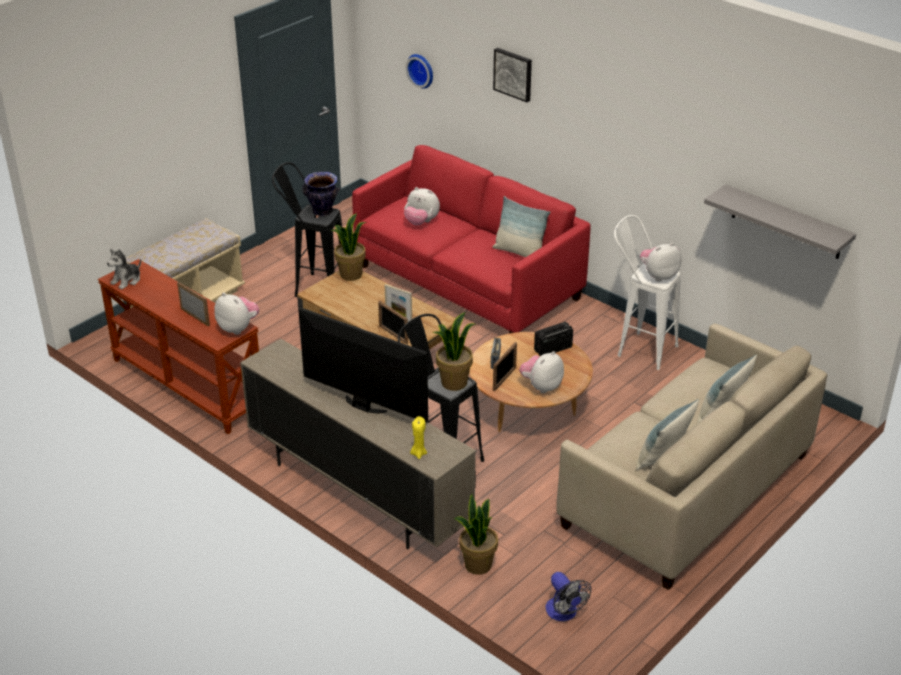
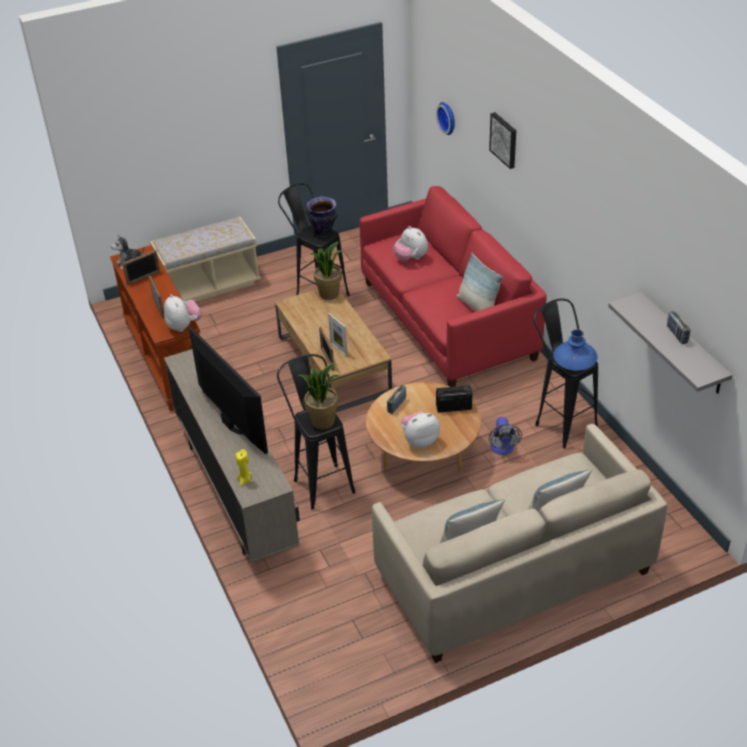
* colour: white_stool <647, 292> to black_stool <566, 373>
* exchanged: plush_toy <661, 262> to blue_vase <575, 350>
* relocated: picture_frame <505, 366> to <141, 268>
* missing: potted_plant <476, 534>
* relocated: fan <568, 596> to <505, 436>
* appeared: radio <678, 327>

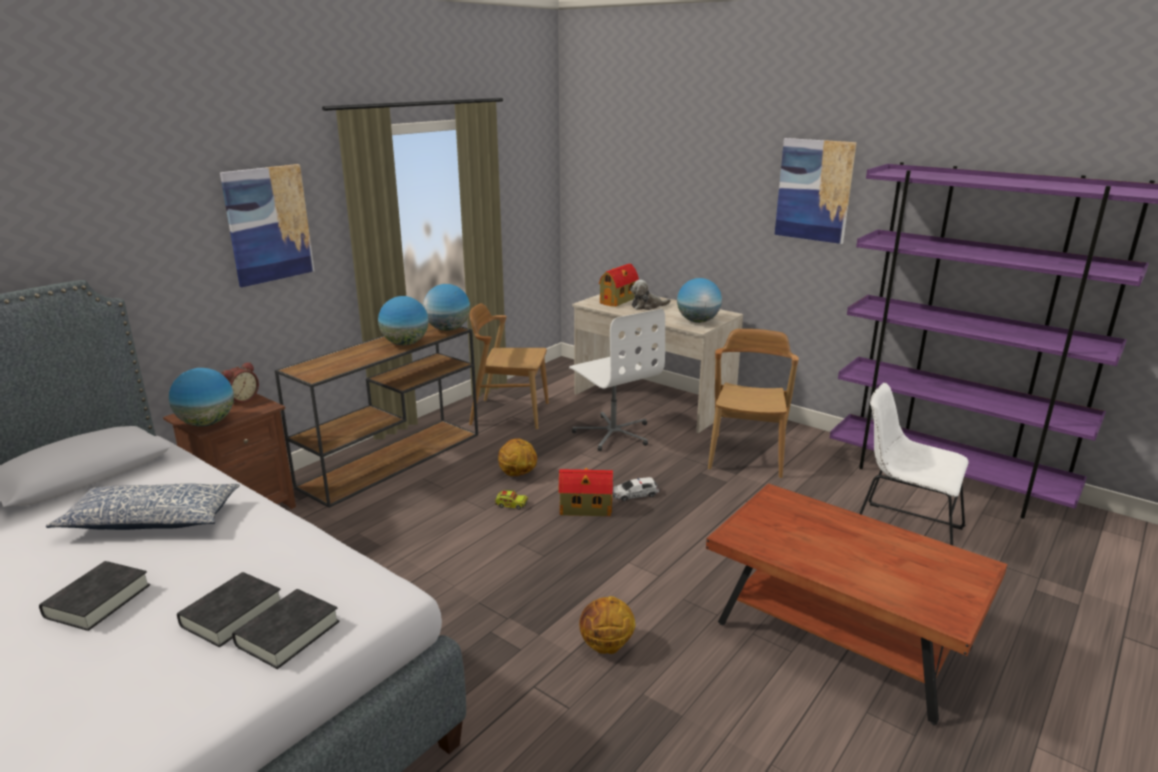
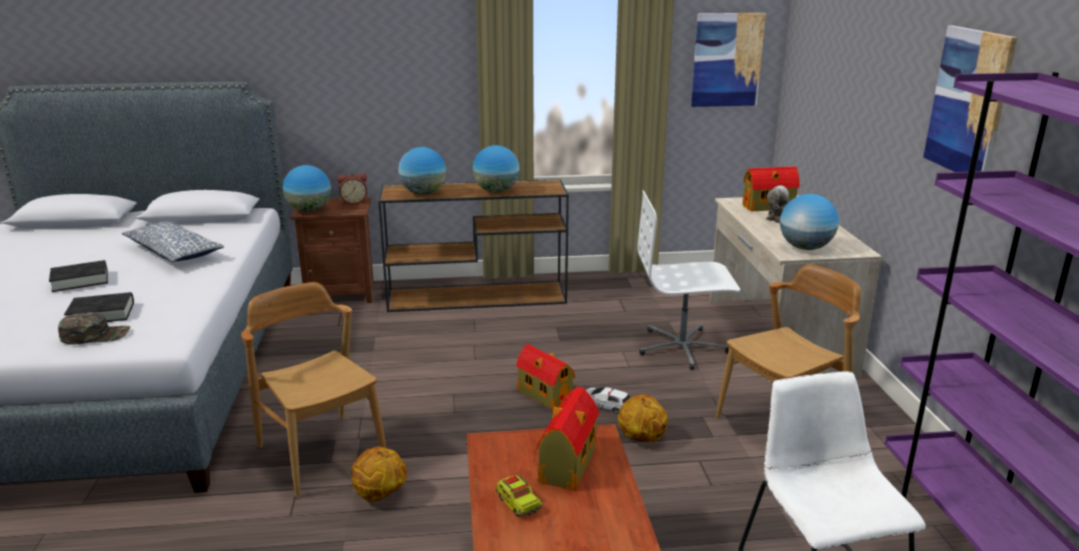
* relocated: picture <267, 225> to <728, 60>
* relocated: globe <446, 307> to <422, 171>
* relocated: brown_chair <509, 366> to <313, 390>
* spun: white_office_chair <617, 380> = <688, 280> 75 degrees clockwise
* relocated: basketball <517, 457> to <643, 418>
* relocated: toy_truck <511, 500> to <519, 495>
* exchanged: black_book <285, 629> to green_cap <94, 328>
* appeared: toy_house <567, 438>

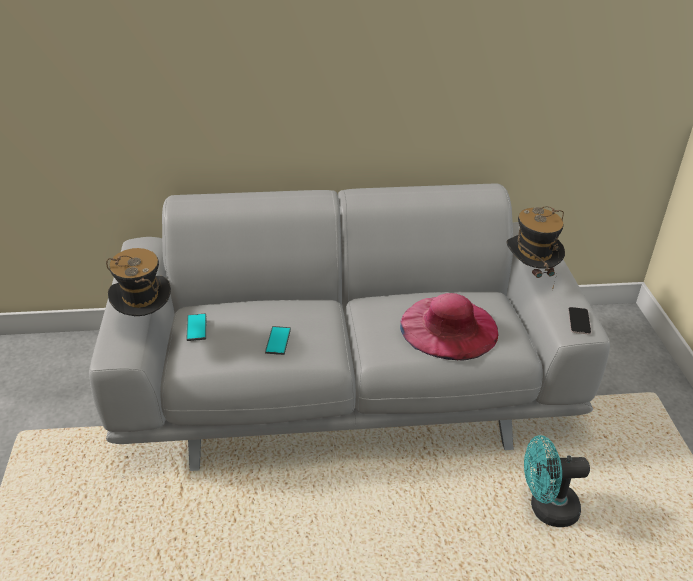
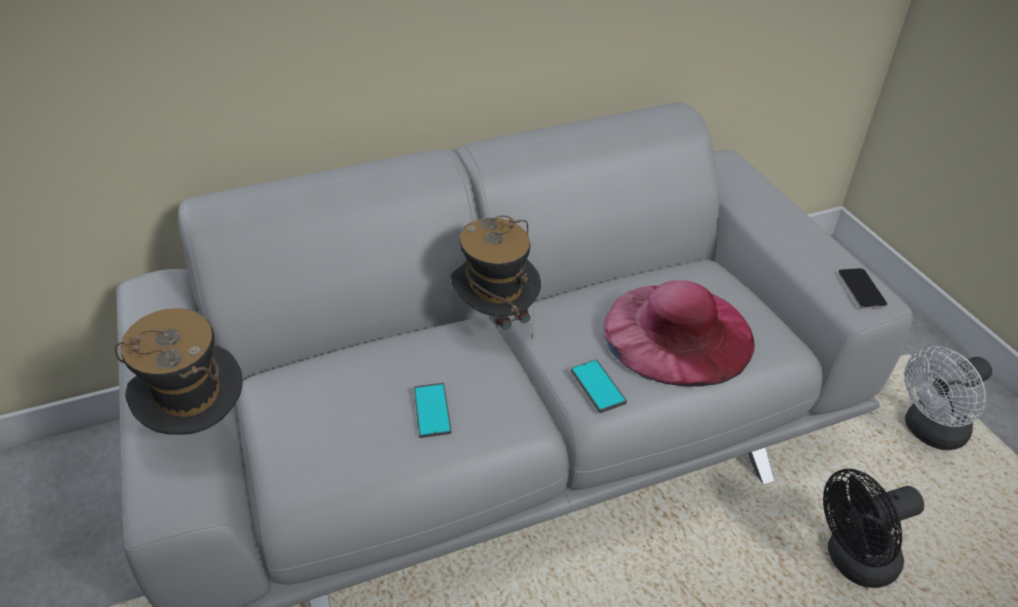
* relocated: hat <535, 248> to <495, 277>
* relocated: phone <197, 327> to <599, 386>
* colour: turquoise_fan <557, 481> to black_fan <873, 528>
* appeared: white_fan <948, 398>

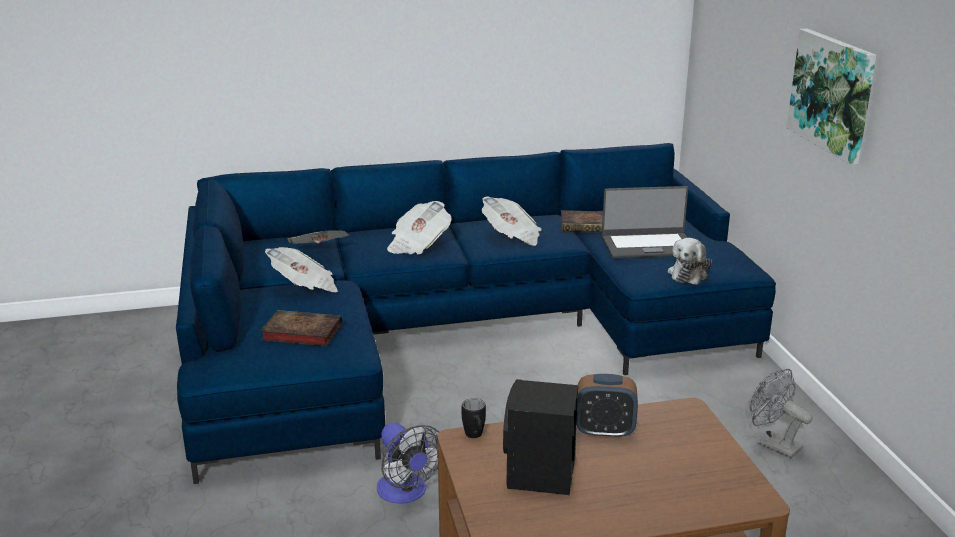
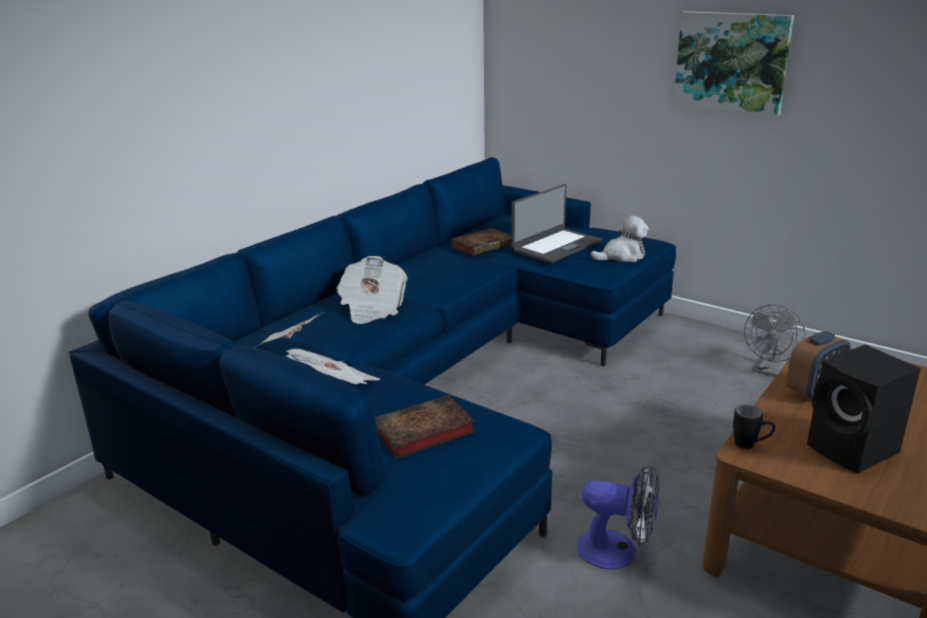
* missing: newspaper <511, 221>
* spun: plush_toy <690, 261> = <620, 239> 90 degrees counterclockwise
* spun: grey_fan <781, 414> = <774, 340> 60 degrees counterclockwise

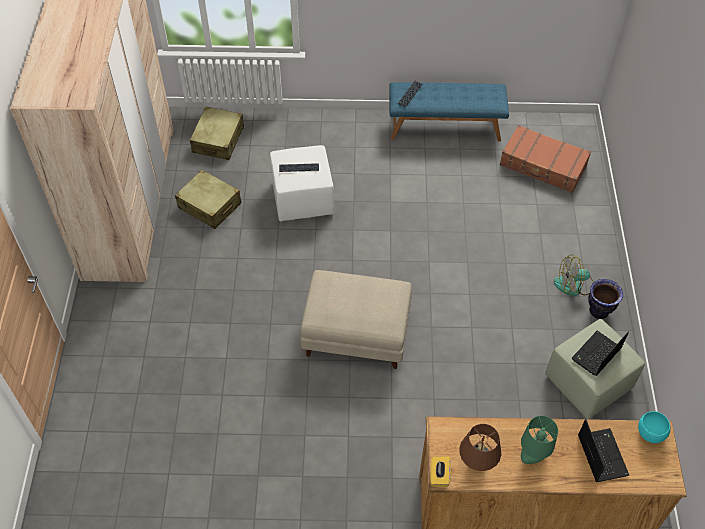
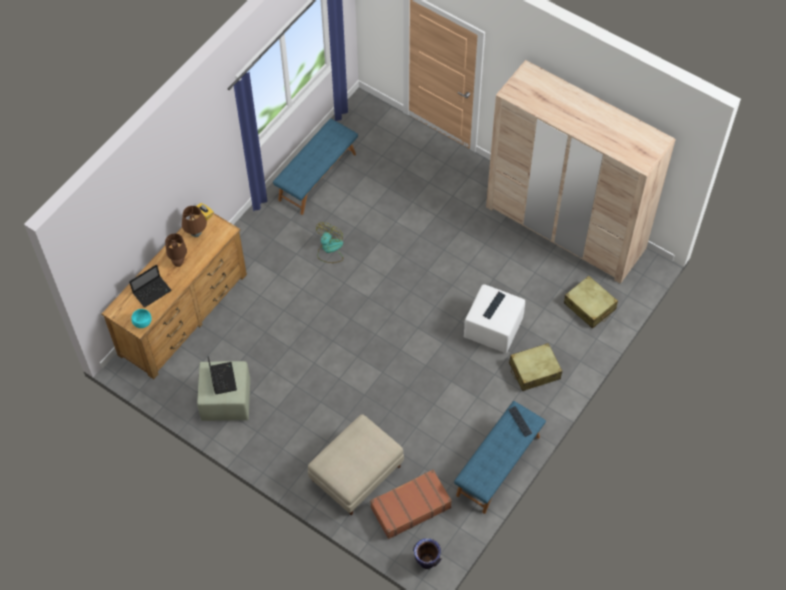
* relocated: beige_suitcase <208, 199> to <535, 367>
* relocated: fan <574, 275> to <329, 242>
* relocated: beige_ottoman <356, 319> to <356, 464>
* relocated: vase <605, 299> to <427, 553>
* colour: green_table_lamp <539, 440> to brown_table_lamp <176, 250>
* spun: laptop <603, 450> = <150, 286> 60 degrees counterclockwise
* appeared: blue_bench <315, 167>

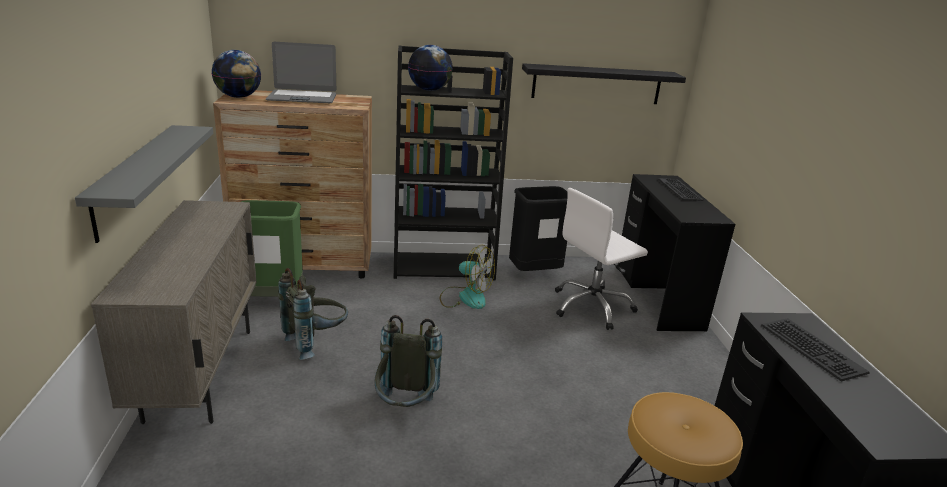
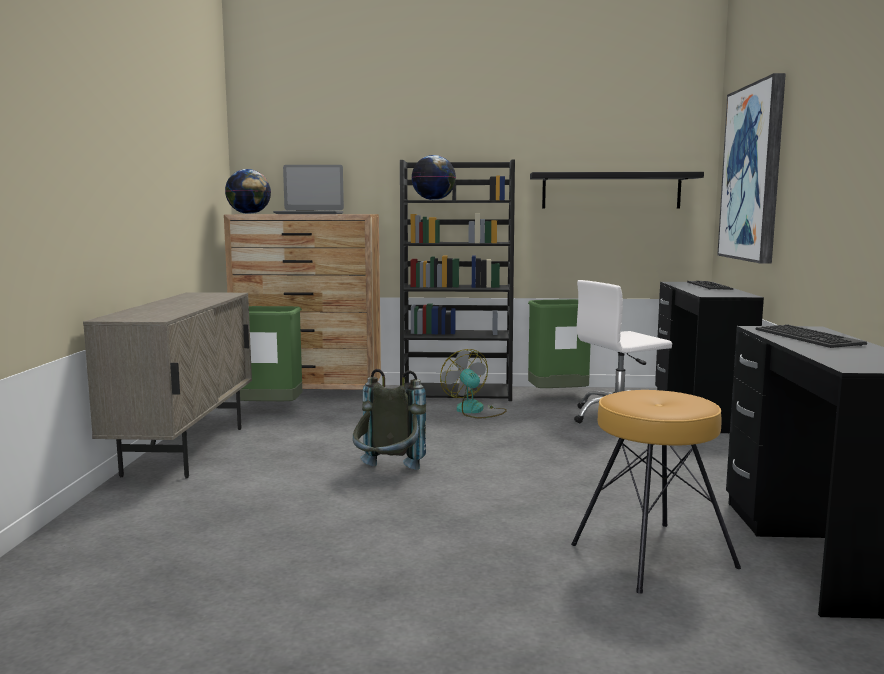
* missing: grey_shelf <144, 184>
* colour: black_trash_can <538, 228> to green_trash_can <559, 343>
* spun: fan <467, 277> = <473, 383> 150 degrees counterclockwise
* missing: grey_backpack <313, 314>
* appeared: picture <751, 168>

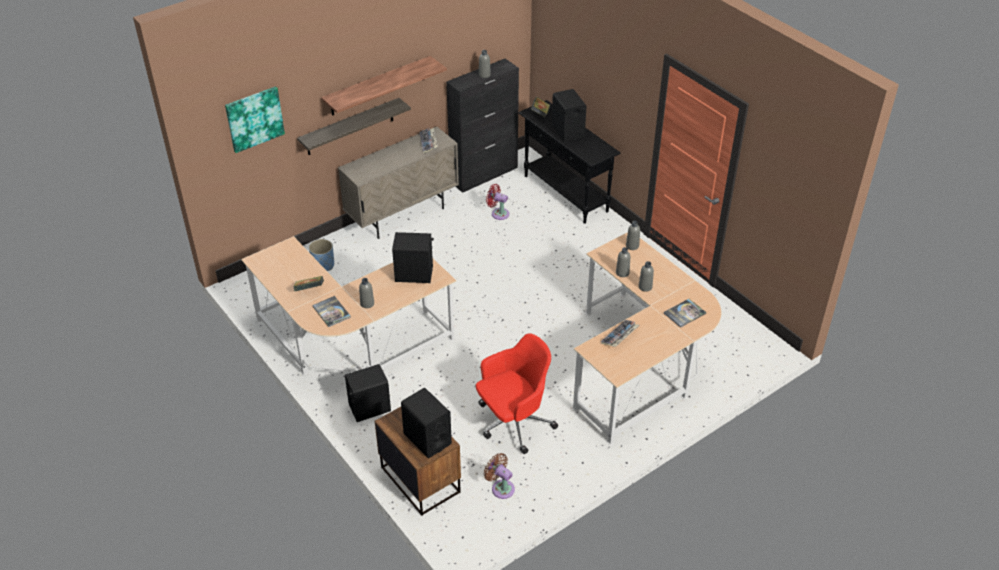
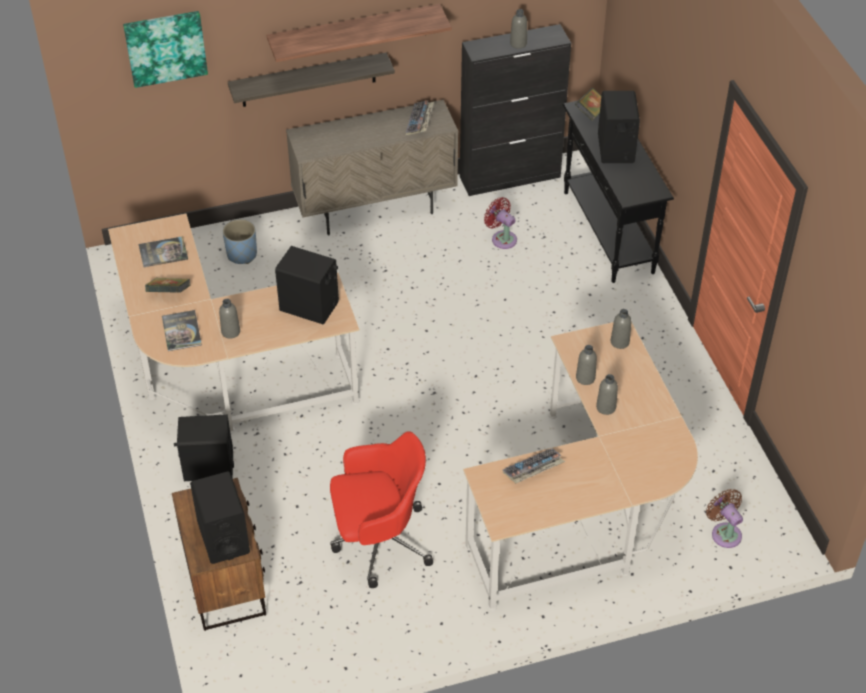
* relocated: book <685, 313> to <163, 251>
* relocated: brown_fan <499, 476> to <724, 518>

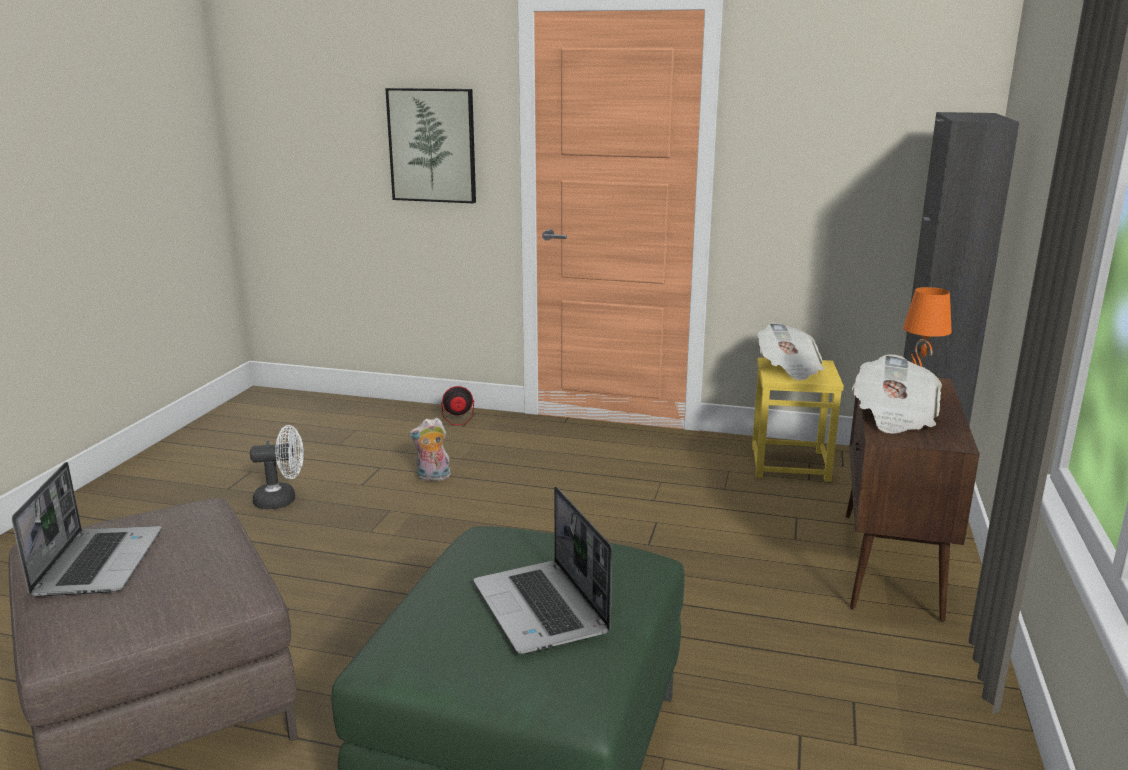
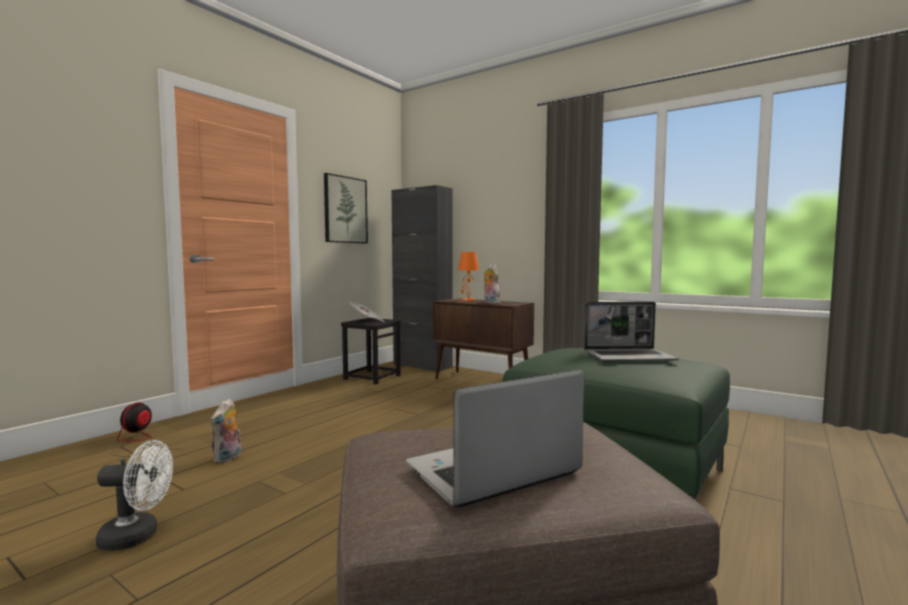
* relocated: picture <430, 145> to <346, 208>
* exchanged: newspaper <897, 394> to plush_toy <492, 284>
* colour: yellow_stool <798, 419> to black_stool <371, 351>
* spun: white_fan <277, 467> = <134, 495> 75 degrees clockwise
* spun: laptop <86, 529> = <495, 439> 45 degrees counterclockwise

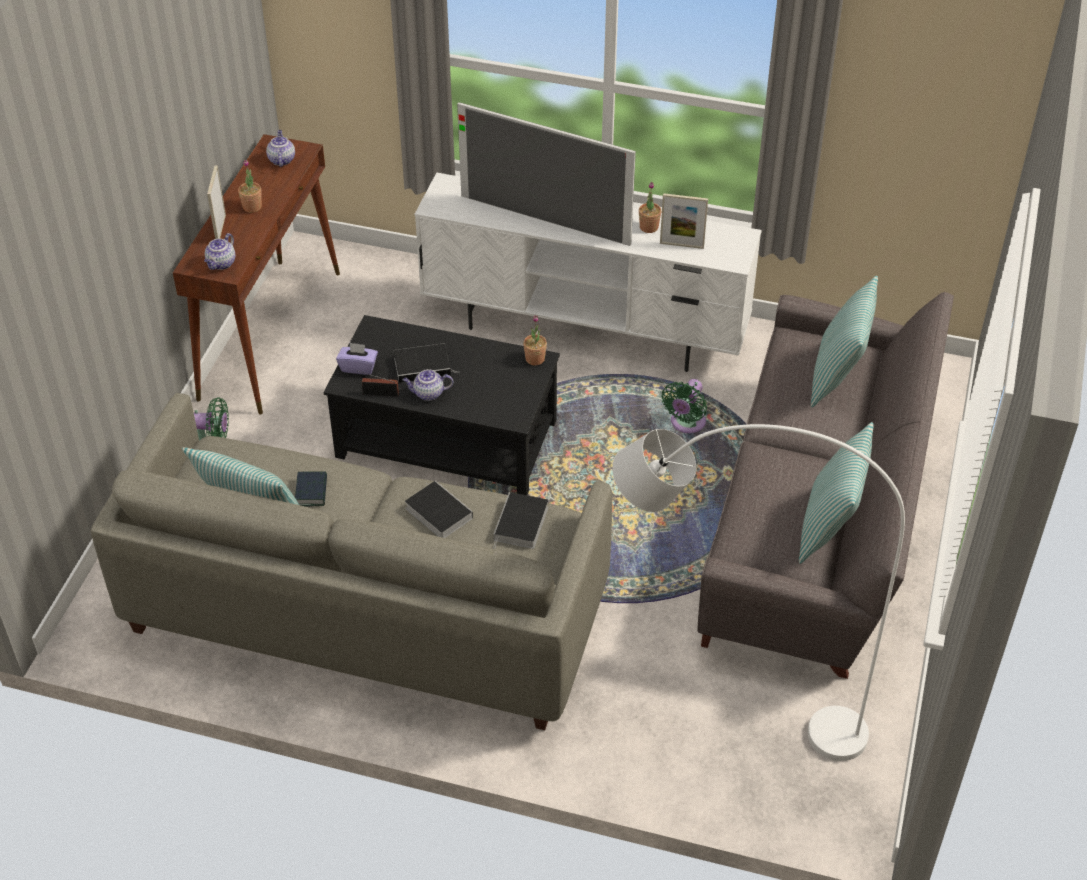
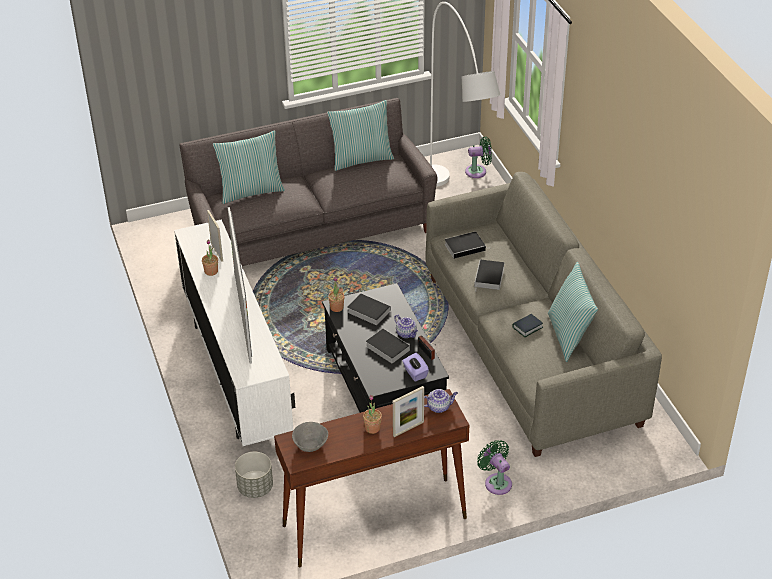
* exchanged: teapot <280, 148> to grey_bowl <310, 437>
* relocated: green_fan <684, 406> to <478, 157>
* appeared: book <369, 309>
* appeared: grey_planter <254, 475>

